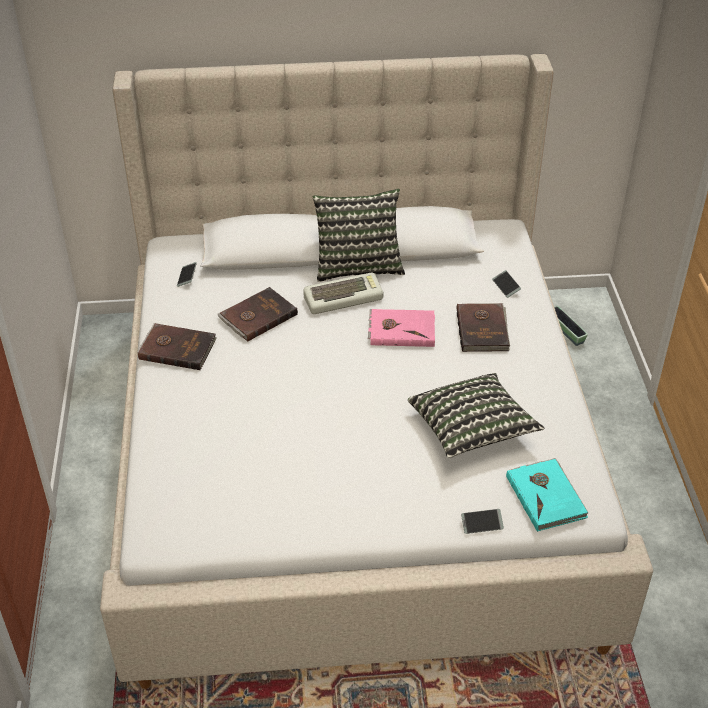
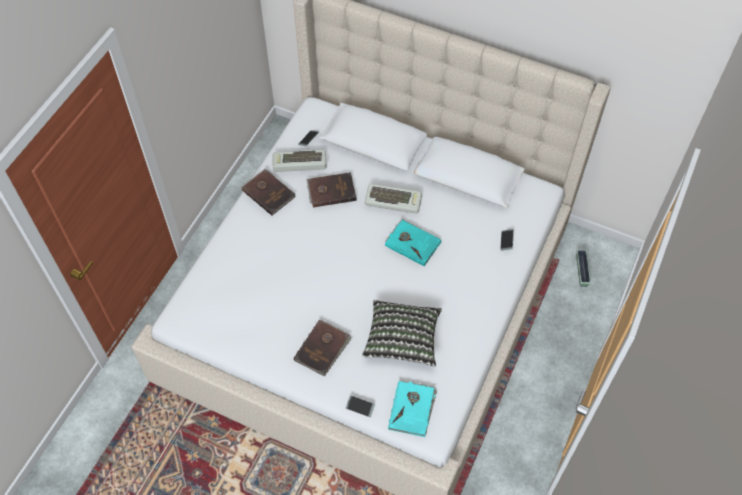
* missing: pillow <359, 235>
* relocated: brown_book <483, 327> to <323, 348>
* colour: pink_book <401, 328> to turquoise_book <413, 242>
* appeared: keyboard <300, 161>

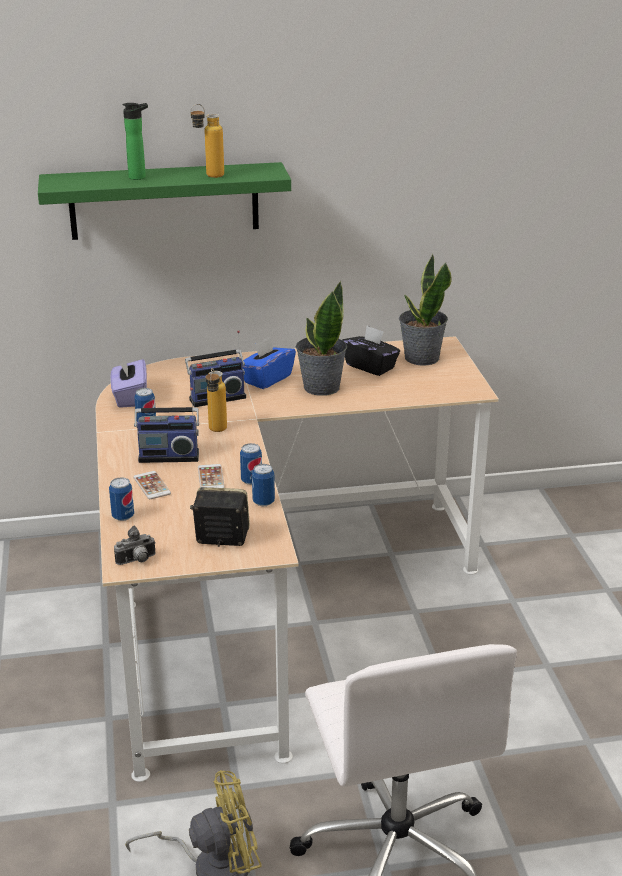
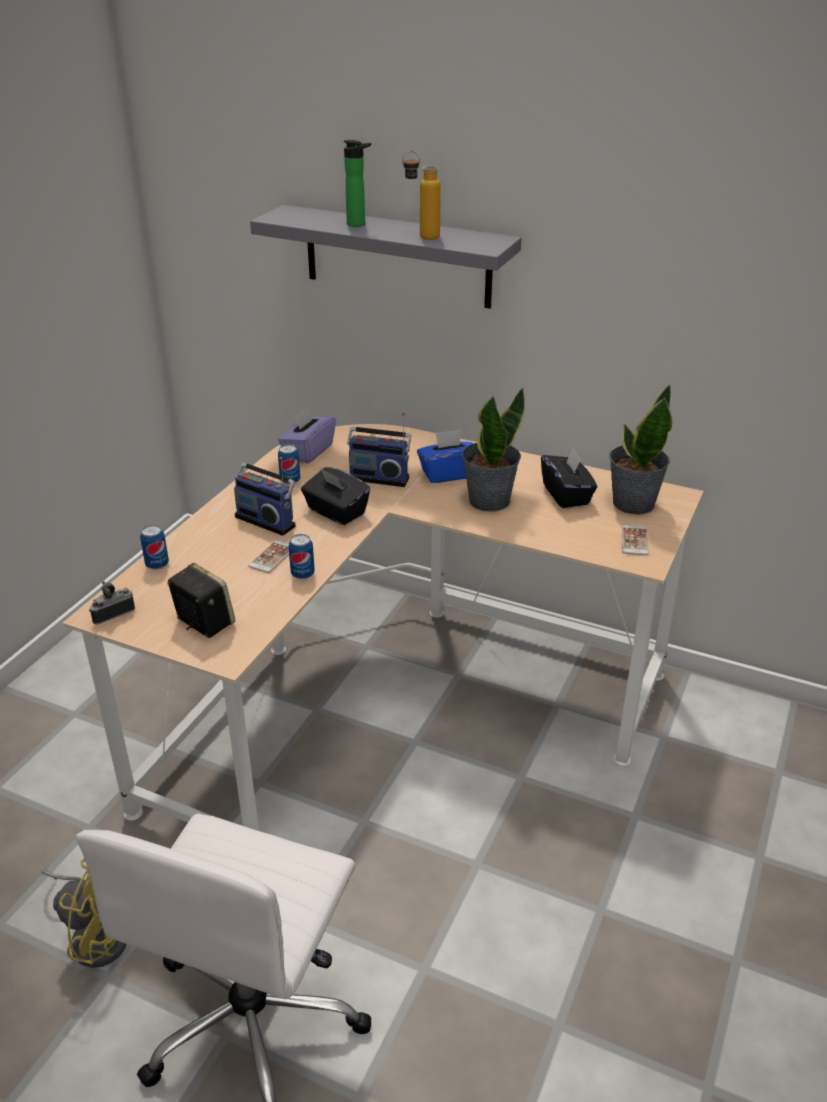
* colour: green_shelf <164, 201> to grey_shelf <385, 257>
* exchanged: bottle <216, 400> to black_tissue_box <335, 496>
* missing: can <263, 485>
* relocated: phone <152, 485> to <635, 540>
* spun: photo_camera <135, 545> = <112, 603> 135 degrees clockwise

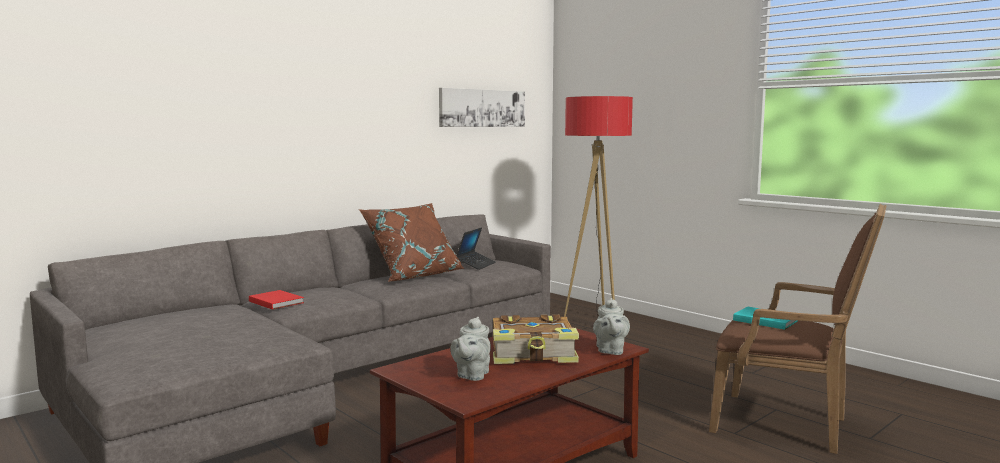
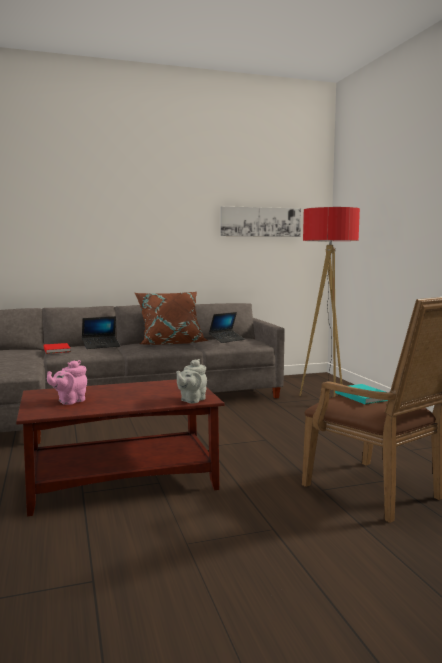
* missing: book <536, 339>
* colour: grey_teapot <471, 349> to pink_teapot <67, 382>
* appeared: laptop <101, 332>

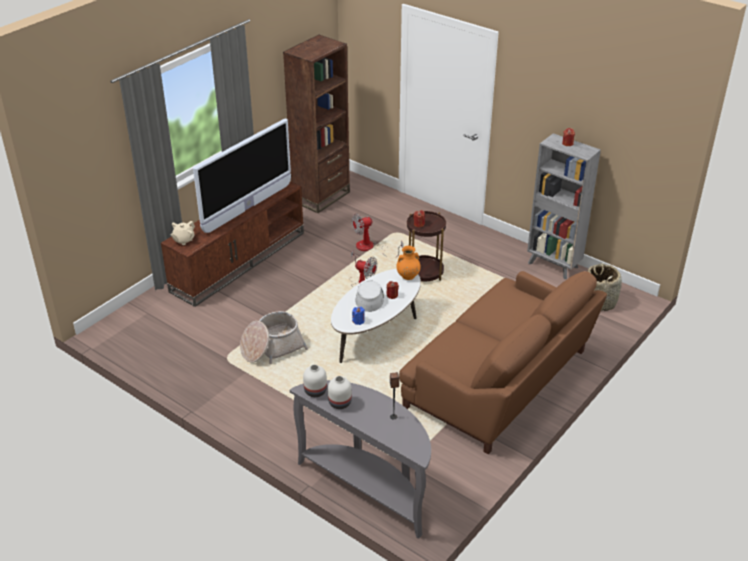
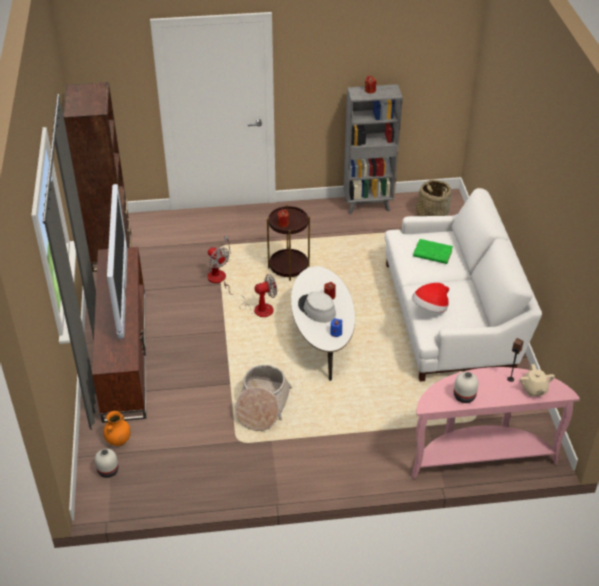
* spun: fan <377, 235> = <219, 259> 60 degrees counterclockwise
* relocated: beige_teapot <182, 233> to <537, 380>
* relocated: orange_vase <408, 263> to <117, 428>
* colour: brown_sofa <503, 362> to white_sofa <463, 285>
* relocated: white_vase <315, 380> to <106, 463>
* colour: grey_console_table <360, 459> to pink_console_table <496, 423>
* appeared: green_book <433, 251>
* appeared: hat <430, 298>

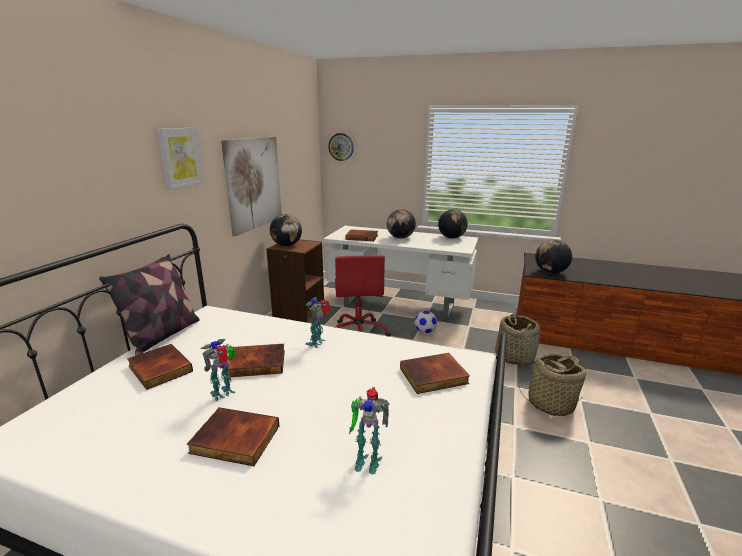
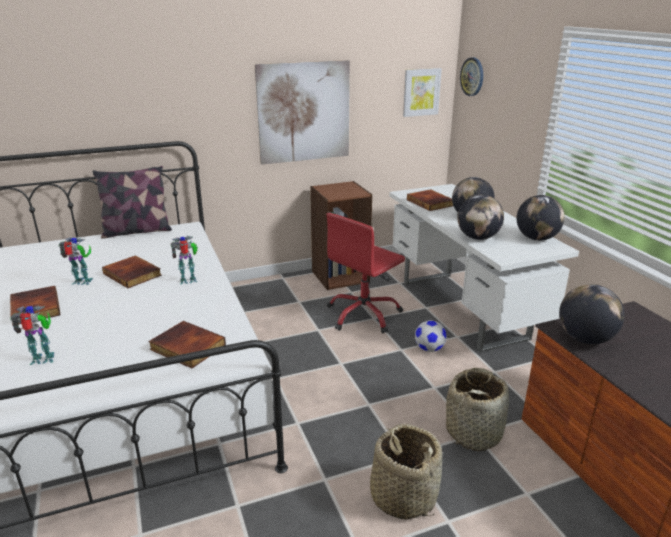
* relocated: picture <180, 159> to <422, 92>
* relocated: globe <286, 230> to <480, 217>
* missing: book <160, 367>
* spun: toy_robot <369, 431> = <32, 335> 105 degrees clockwise

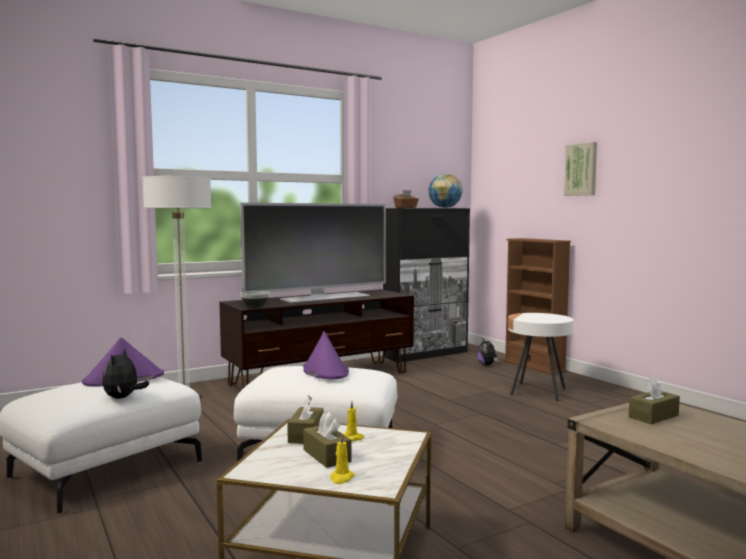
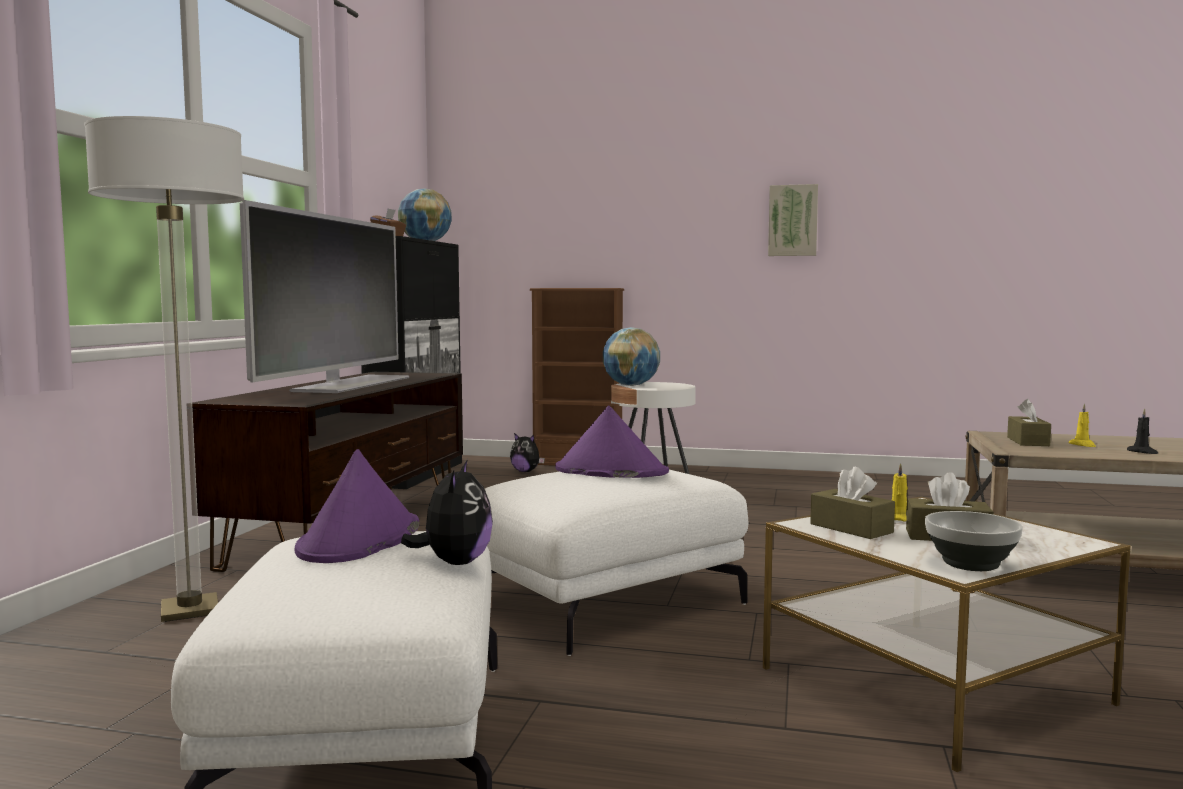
* relocated: picture <580, 169> to <793, 220>
* relocated: bowl <255, 299> to <974, 541>
* spun: plush_toy <125, 373> = <447, 512> 135 degrees counterclockwise
* relocated: yellow_candle <342, 459> to <1082, 425>
* appeared: globe <631, 356>
* appeared: black_candle <1142, 431>

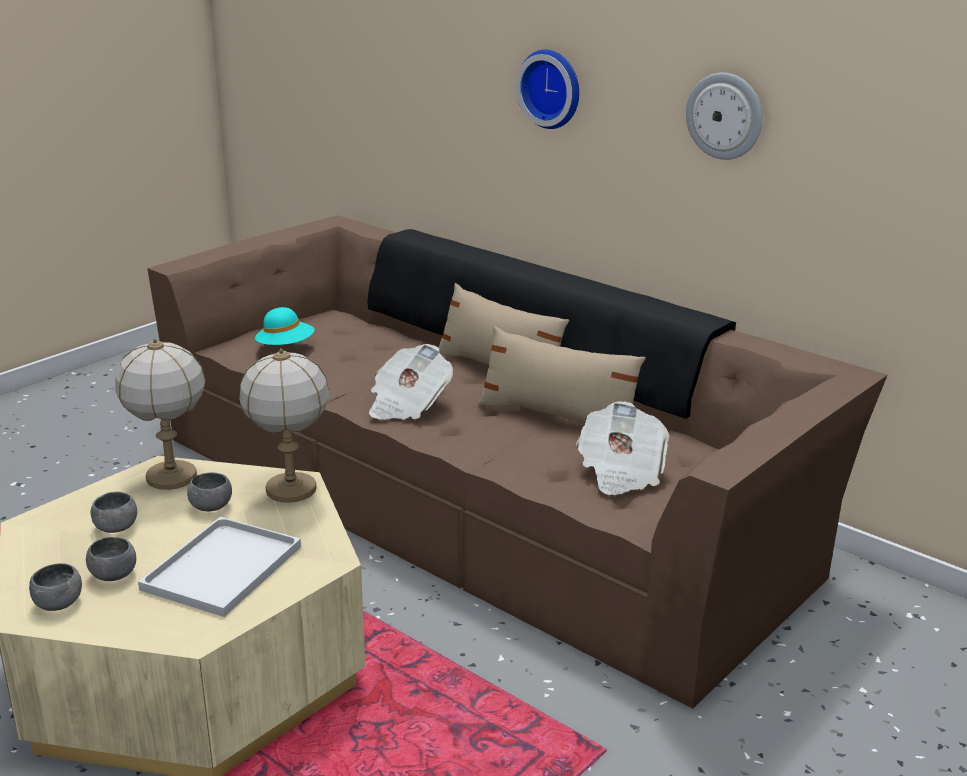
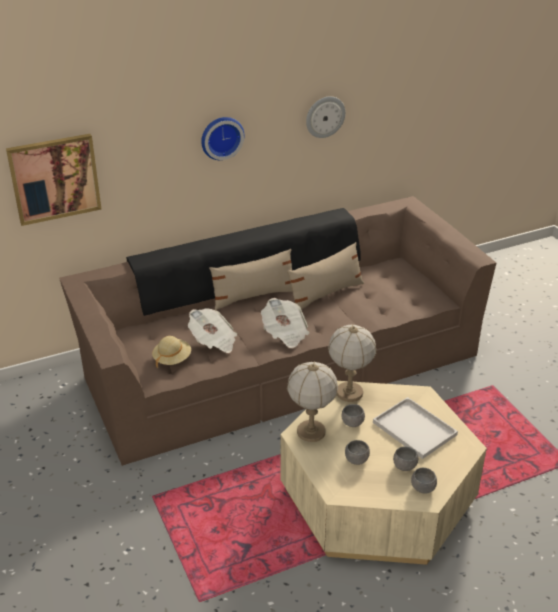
* colour: turquoise_hat <284, 326> to beige_hat <171, 352>
* relocated: newspaper <623, 448> to <212, 330>
* appeared: picture <53, 180>

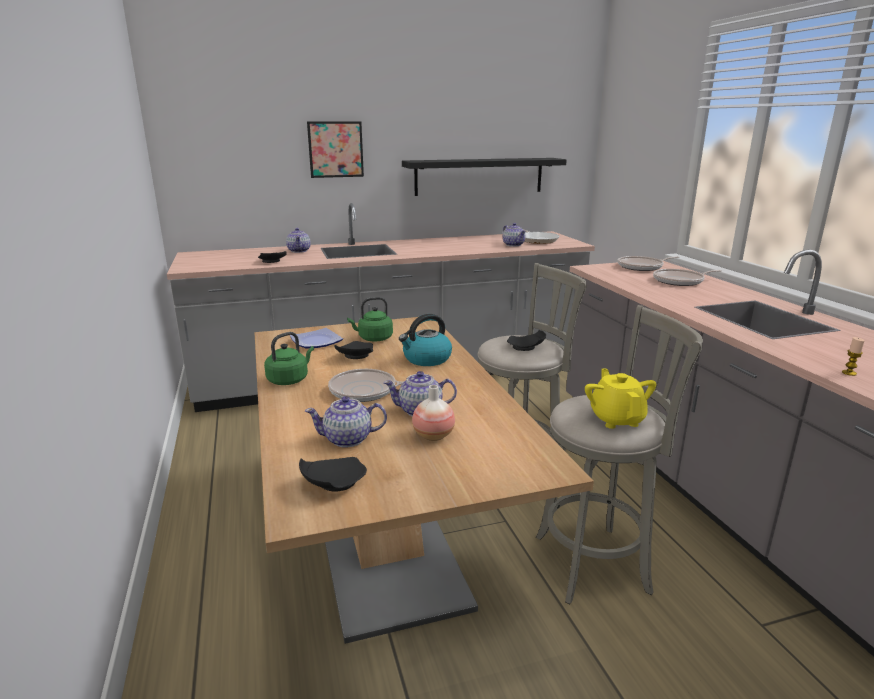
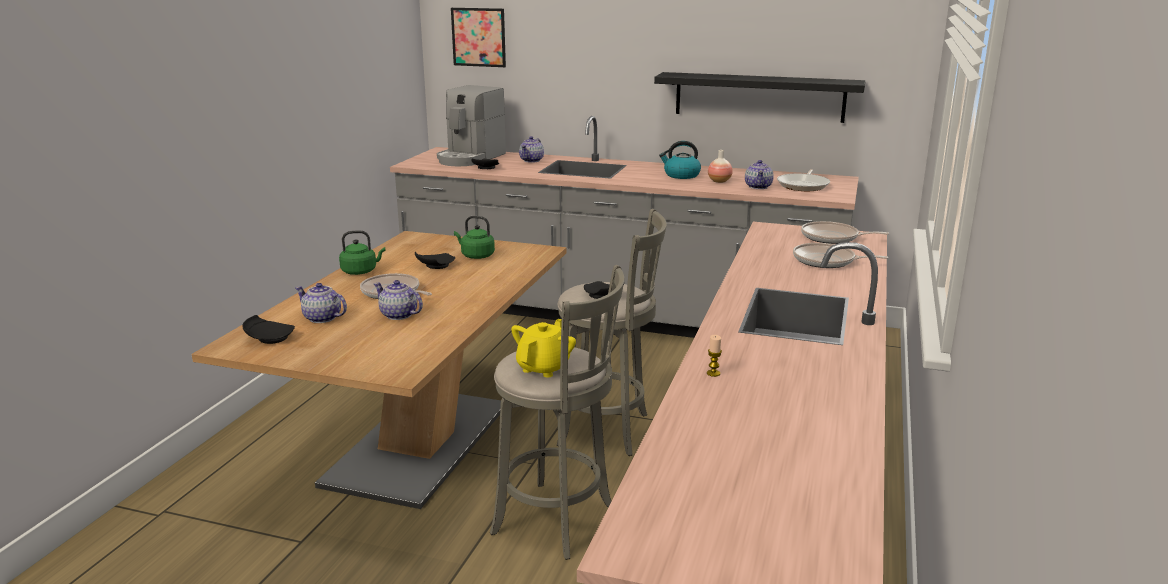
* relocated: picture <335, 149> to <478, 37>
* relocated: kettle <425, 340> to <680, 160>
* missing: plate <316, 338>
* relocated: vase <433, 413> to <720, 166>
* appeared: coffee_machine <471, 125>

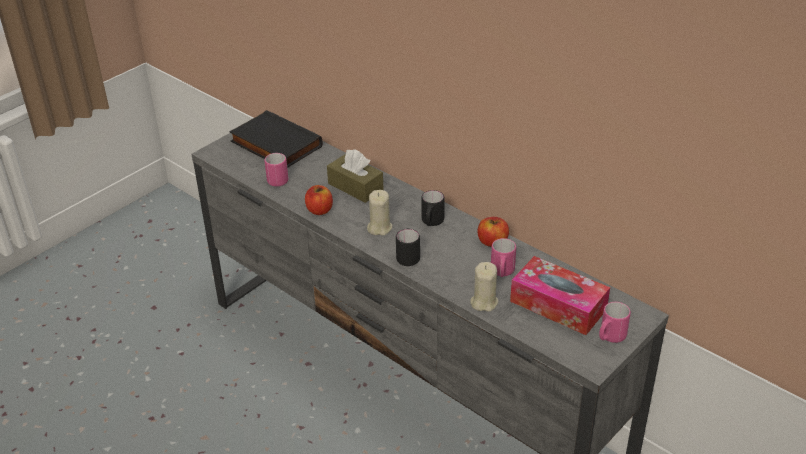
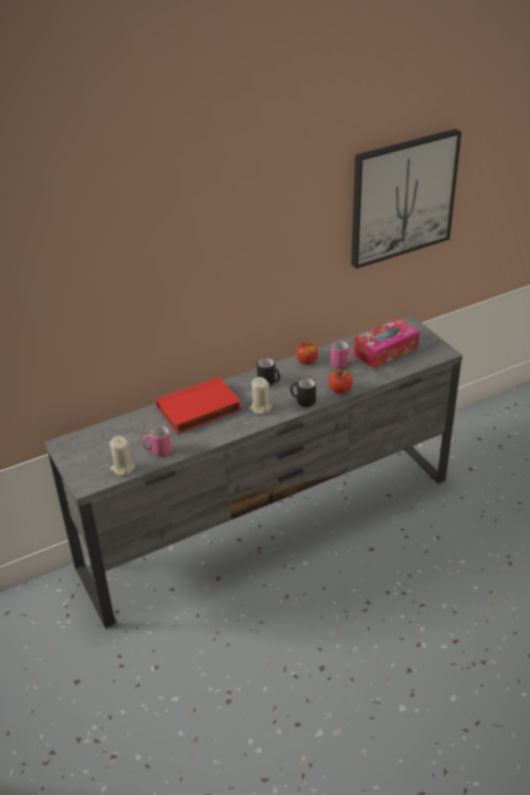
* missing: black_book <275, 139>
* exchanged: brown_tissue_box <355, 176> to red_book <199, 405>
* relocated: apple <319, 200> to <340, 381>
* relocated: beige_candle <484, 286> to <122, 456>
* missing: pink_mug <615, 322>
* appeared: picture <406, 199>

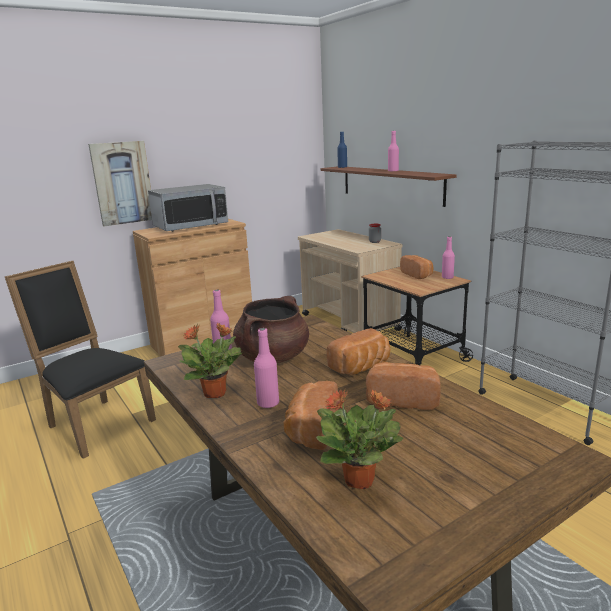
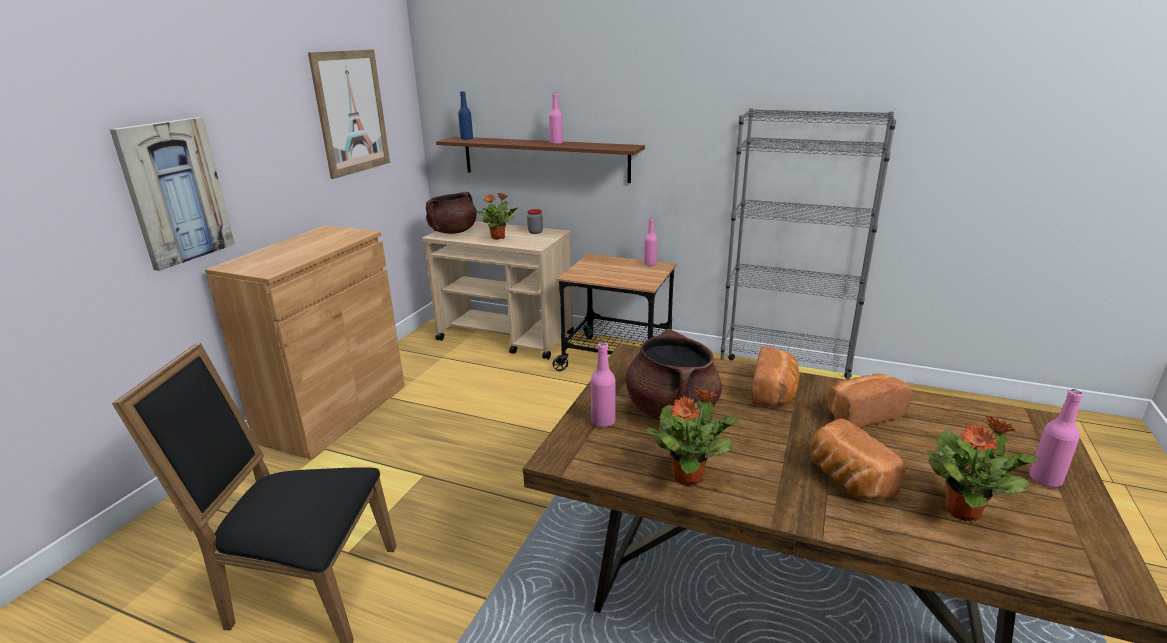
* missing: microwave <188, 207>
* missing: bread <417, 267>
* relocated: pink_bottle <266, 368> to <1056, 438>
* appeared: picture <349, 114>
* appeared: brown_cooking_pot <451, 213>
* appeared: potted_plant <497, 216>

